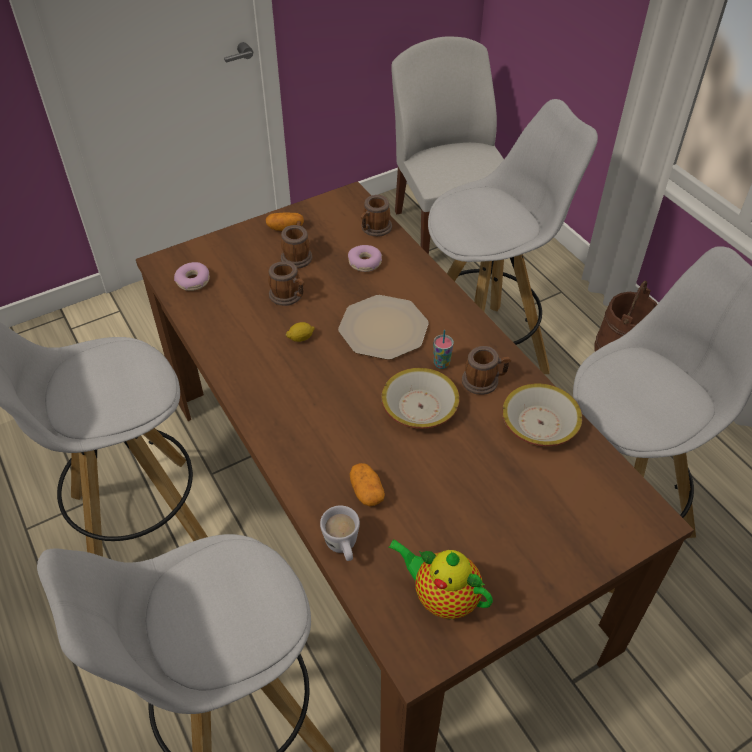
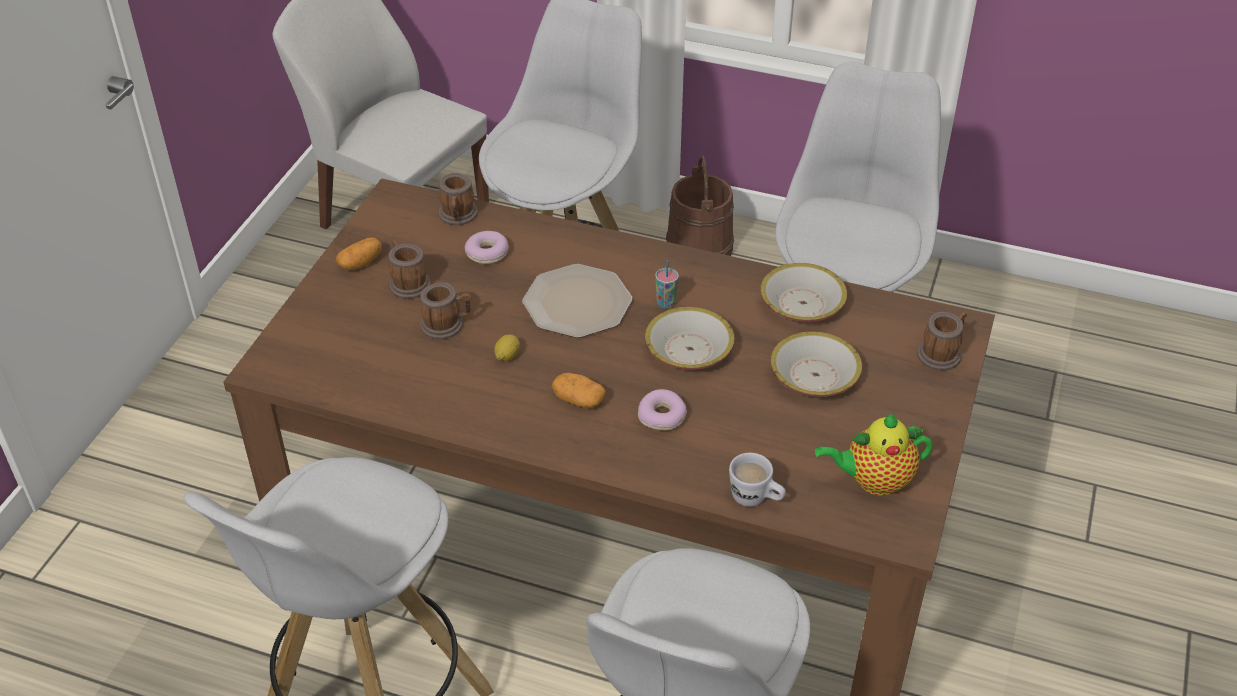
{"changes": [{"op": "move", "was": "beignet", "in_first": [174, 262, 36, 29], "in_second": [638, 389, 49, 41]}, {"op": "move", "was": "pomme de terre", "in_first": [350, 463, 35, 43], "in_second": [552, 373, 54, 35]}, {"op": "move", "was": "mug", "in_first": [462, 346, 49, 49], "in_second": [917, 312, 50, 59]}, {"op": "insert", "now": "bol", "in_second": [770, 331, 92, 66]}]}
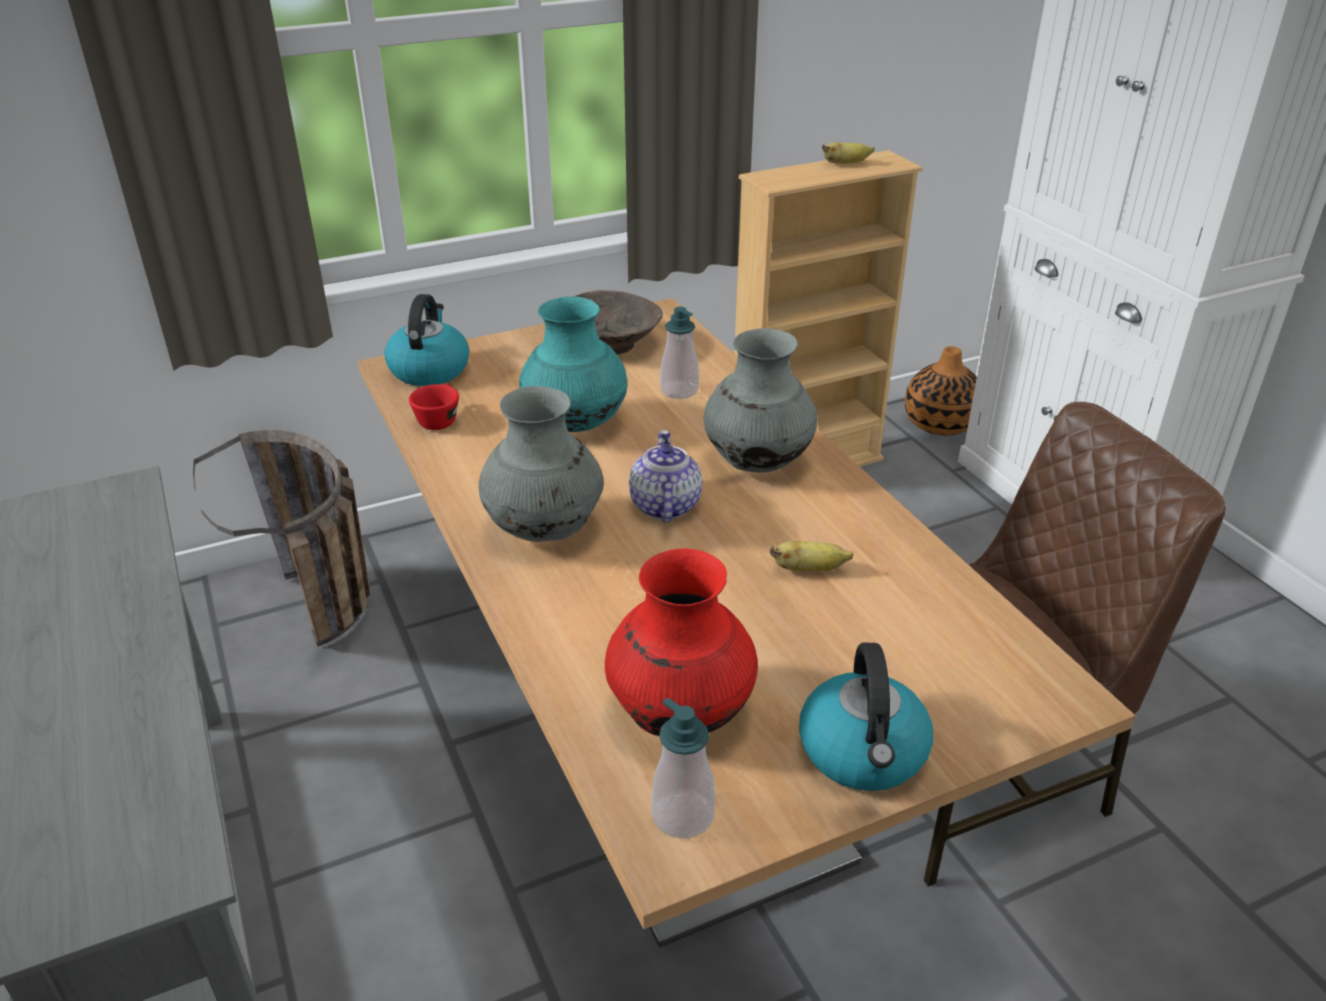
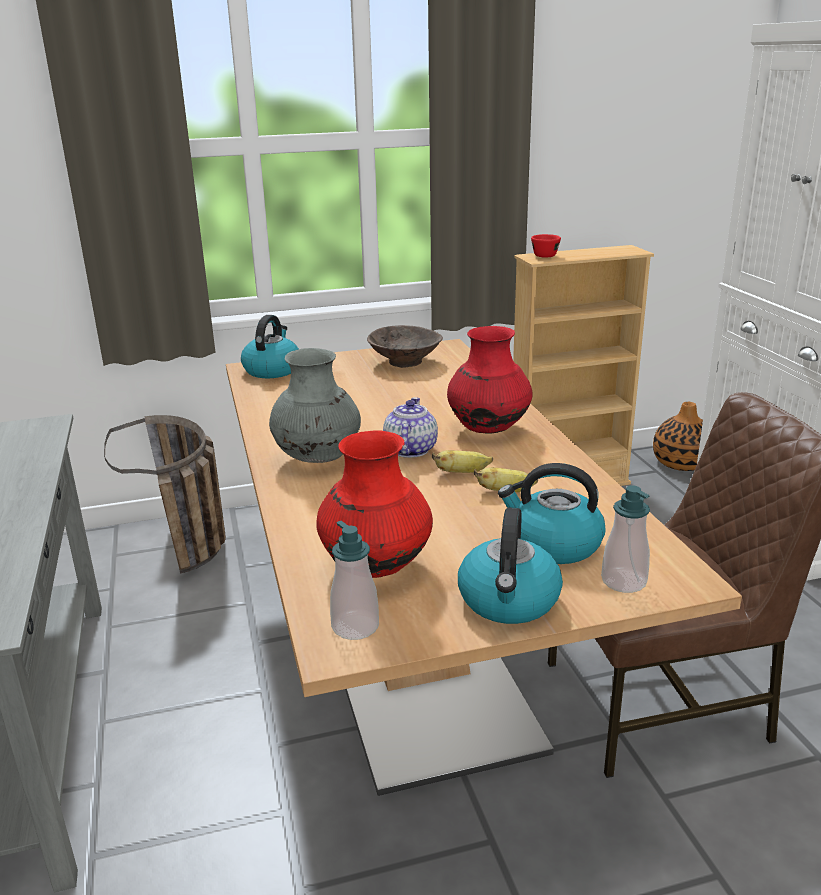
{"changes": [{"op": "move", "was": "tasse (rouge)", "in_first": [409, 384, 50, 46], "in_second": [531, 234, 30, 24]}, {"op": "delete", "was": "vase (turquoise)", "in_first": [519, 296, 108, 136]}, {"op": "move", "was": "distributeur de savon", "in_first": [660, 307, 39, 92], "in_second": [601, 485, 49, 108]}, {"op": "recolor", "was": "vase (gris)", "now": "vase (rouge)", "in_first": [704, 328, 113, 144], "in_second": [447, 326, 85, 107]}, {"op": "move", "was": "banane", "in_first": [822, 142, 53, 22], "in_second": [432, 450, 61, 23]}, {"op": "insert", "now": "bouilloire", "in_second": [498, 463, 107, 101]}]}
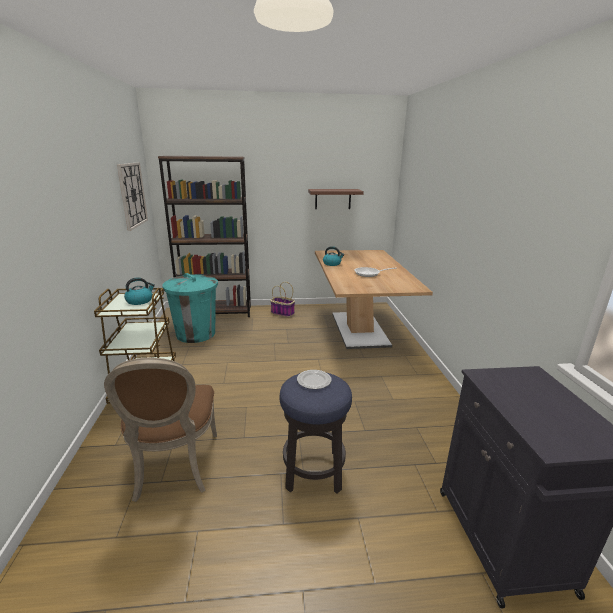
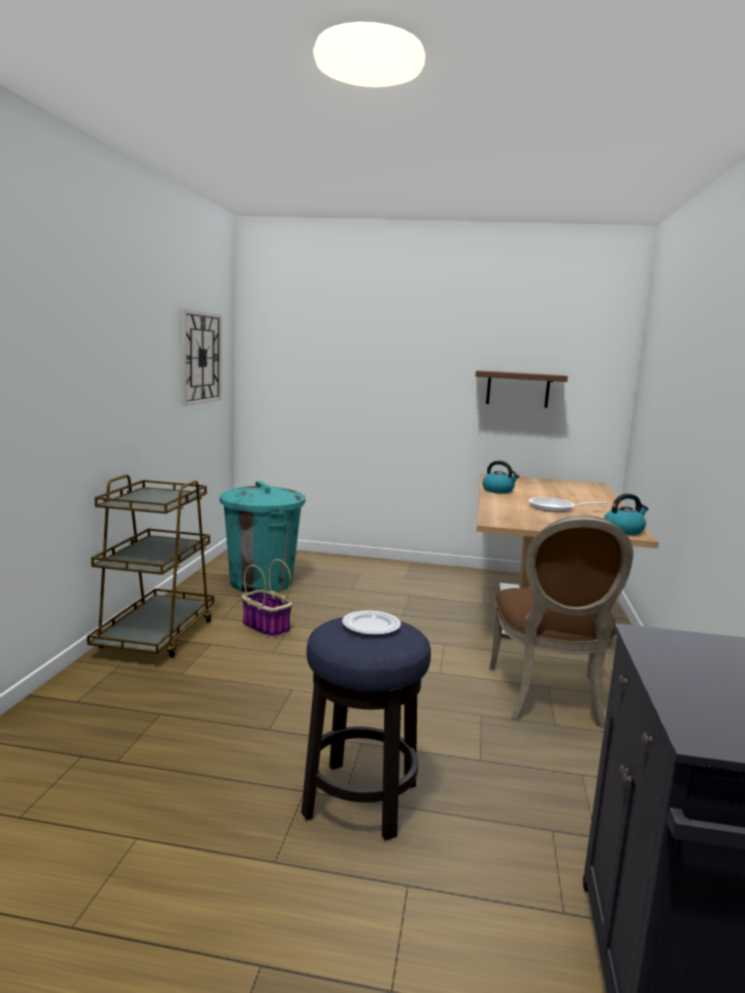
{"changes": [{"op": "move", "was": "chaise (marron)", "in_first": [104, 358, 113, 144], "in_second": [490, 515, 143, 213]}, {"op": "move", "was": "bouilloire", "in_first": [124, 277, 31, 28], "in_second": [604, 493, 44, 42]}, {"op": "delete", "was": "bibliothèque (marron)", "in_first": [158, 156, 93, 161]}, {"op": "move", "was": "panier", "in_first": [270, 282, 25, 35], "in_second": [242, 559, 50, 79]}]}
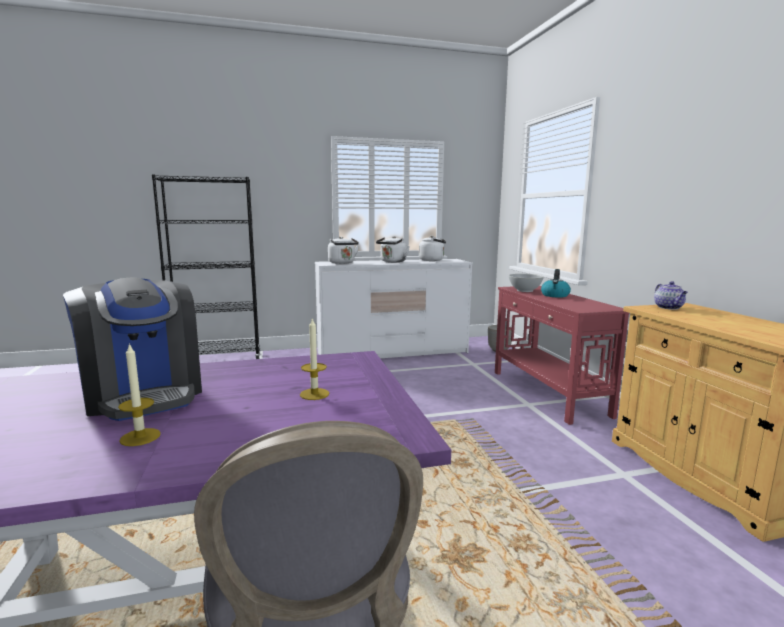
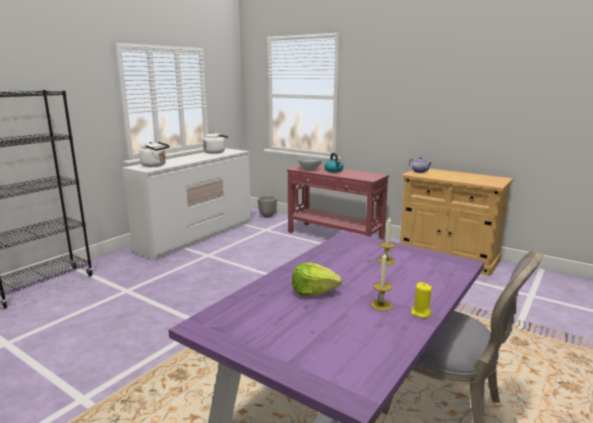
{"changes": [{"op": "replace", "was": "machine à café", "now": "laitue", "in_first": [63, 278, 139, 143], "in_second": [292, 262, 50, 34]}, {"op": "delete", "was": "bouilloire (blanc)", "in_first": [376, 236, 34, 26]}, {"op": "insert", "now": "bougie (jaune)", "in_second": [411, 282, 21, 36]}]}
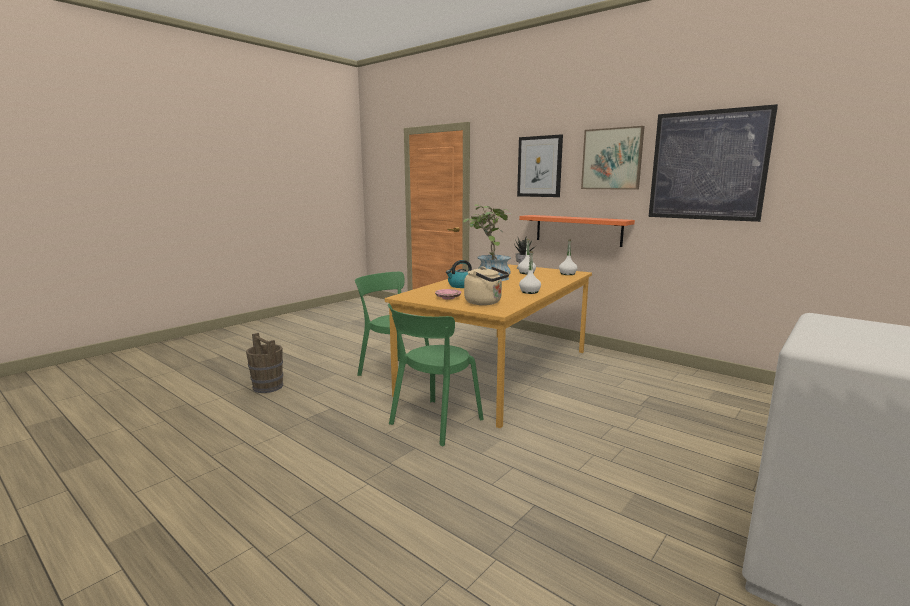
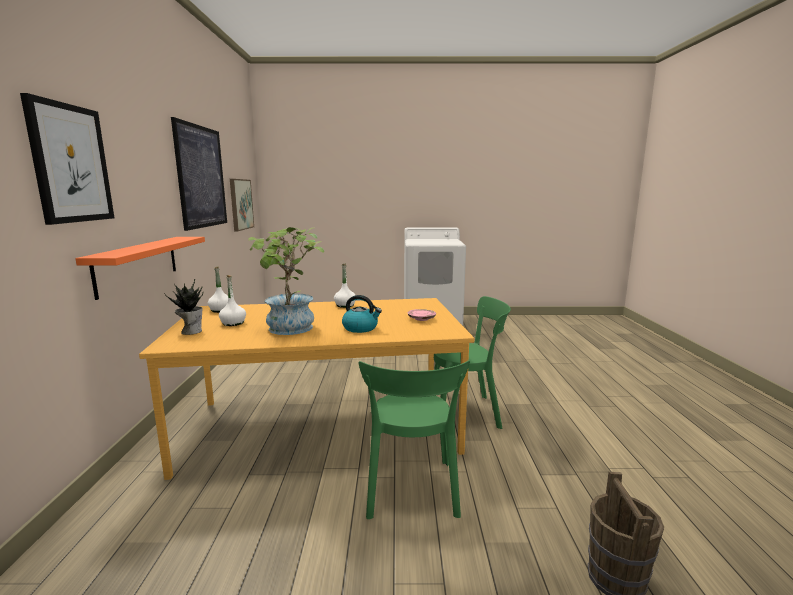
{"changes": [{"op": "delete", "was": "bouilloire (beige)", "in_first": [464, 267, 45, 38]}, {"op": "move", "was": "tableau", "in_first": [581, 126, 64, 64], "in_second": [230, 179, 24, 52]}]}
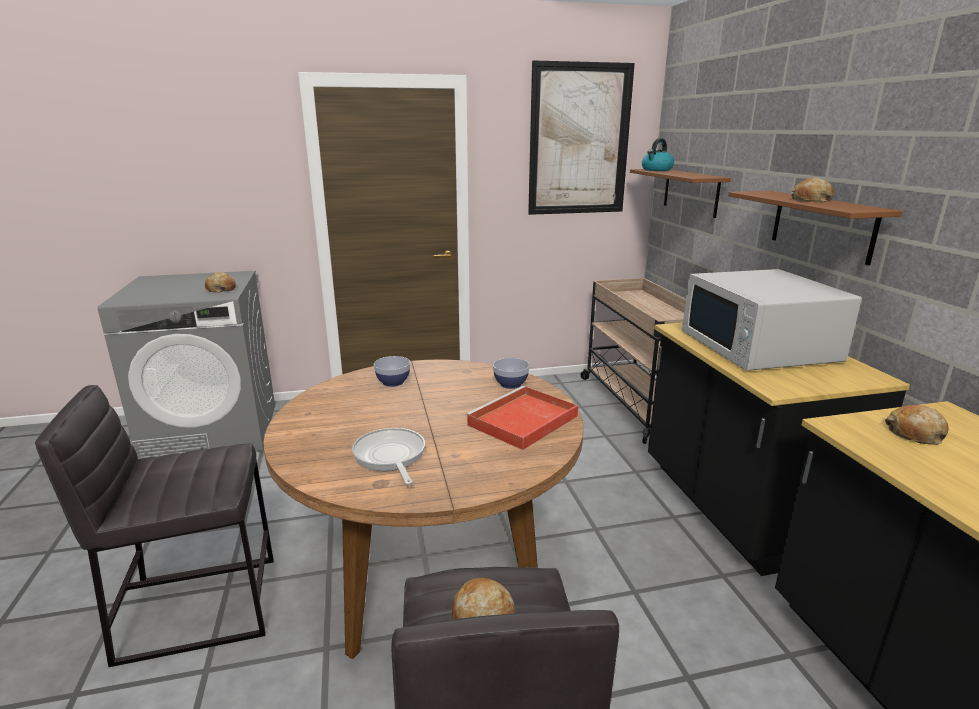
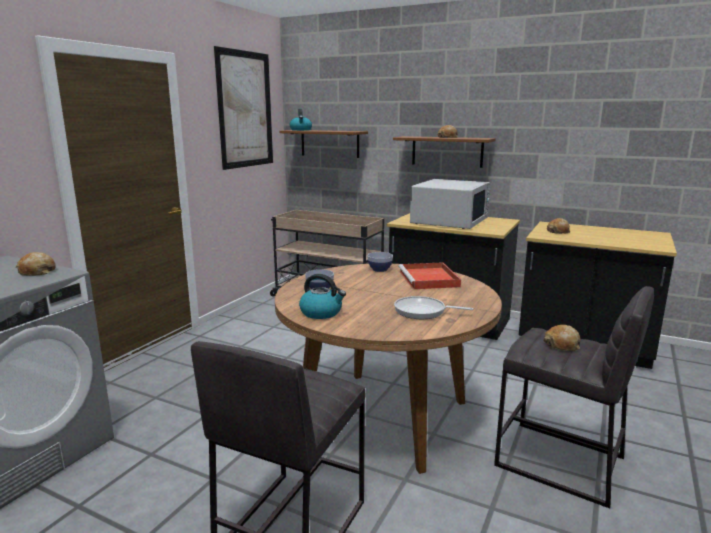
{"changes": [{"op": "rotate", "was": "micro-ondes (blanc)", "in_first": [682, 269, 180, 102], "in_second": [410, 179, 80, 50], "clockwise": -90}, {"op": "insert", "now": "bouilloire", "in_second": [299, 274, 47, 45]}]}
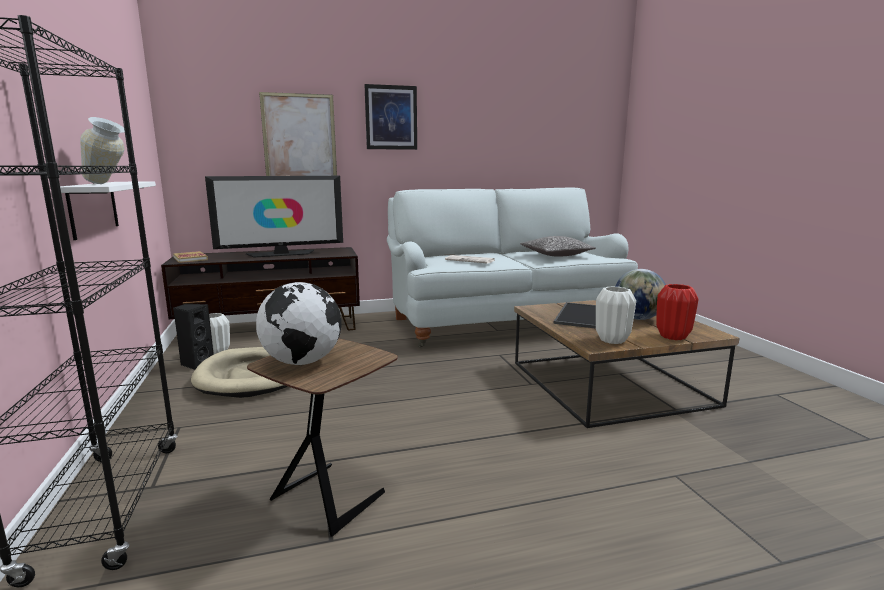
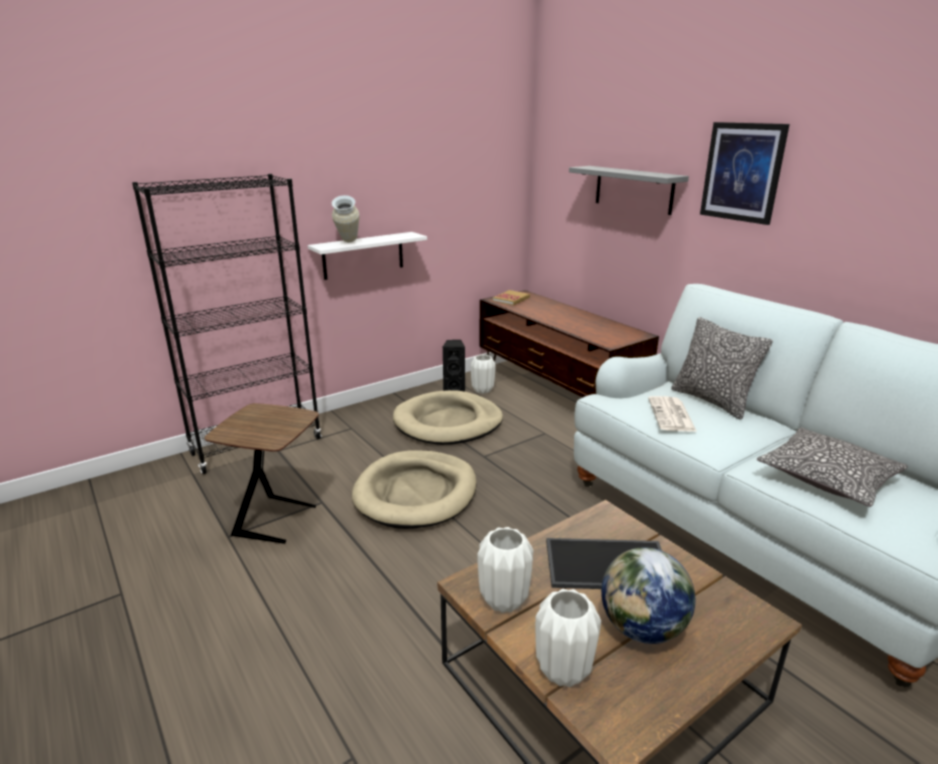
{"changes": [{"op": "delete", "was": "téléviseur", "in_first": [205, 176, 138, 81]}, {"op": "delete", "was": "globe", "in_first": [256, 282, 86, 83]}, {"op": "replace", "was": "tableau", "now": "étagère (gris)", "in_first": [259, 92, 78, 84], "in_second": [569, 166, 120, 49]}, {"op": "recolor", "was": "vase (rouge)", "now": "vase (blanc)", "in_first": [656, 284, 42, 56], "in_second": [535, 589, 66, 98]}, {"op": "insert", "now": "panier pour chien (beige)", "in_second": [352, 450, 125, 79]}, {"op": "insert", "now": "coussin", "in_second": [671, 317, 102, 103]}]}
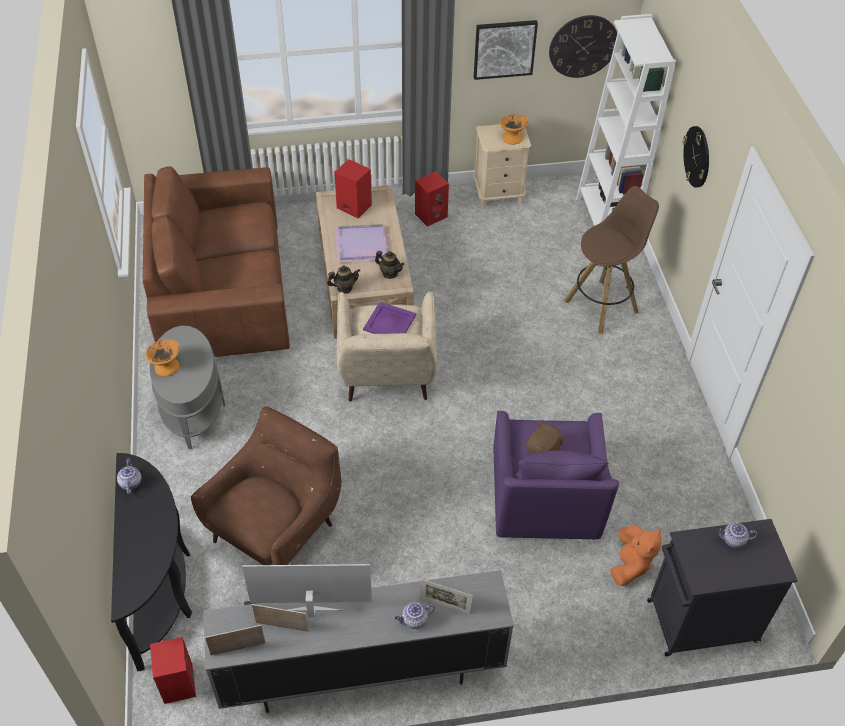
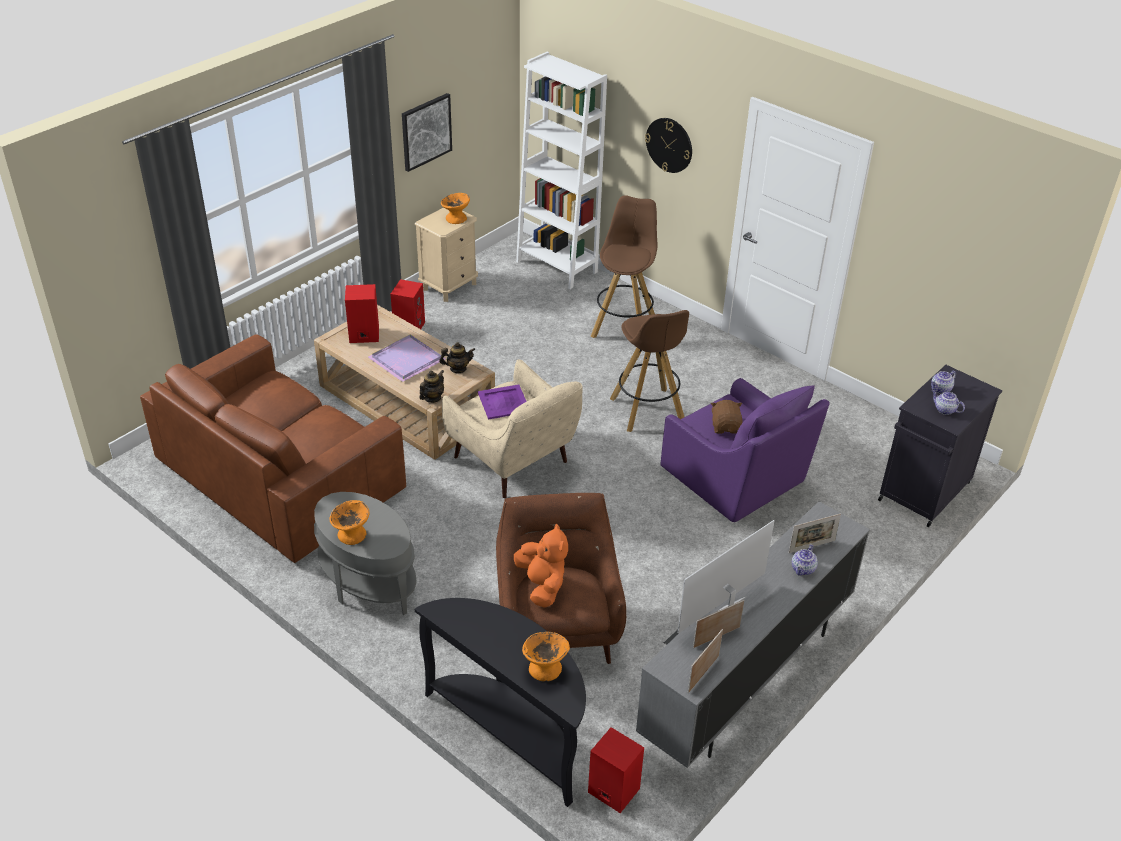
{"changes": [{"op": "move", "was": "théière", "in_first": [117, 458, 25, 36], "in_second": [932, 389, 33, 26]}, {"op": "delete", "was": "horloge murale", "in_first": [549, 15, 68, 63]}, {"op": "move", "was": "peluche (orange)", "in_first": [611, 525, 51, 61], "in_second": [514, 524, 54, 83]}, {"op": "insert", "now": "bol (orange)", "in_second": [522, 632, 48, 49]}, {"op": "insert", "now": "tabouret (marron)", "in_second": [610, 310, 79, 122]}]}
